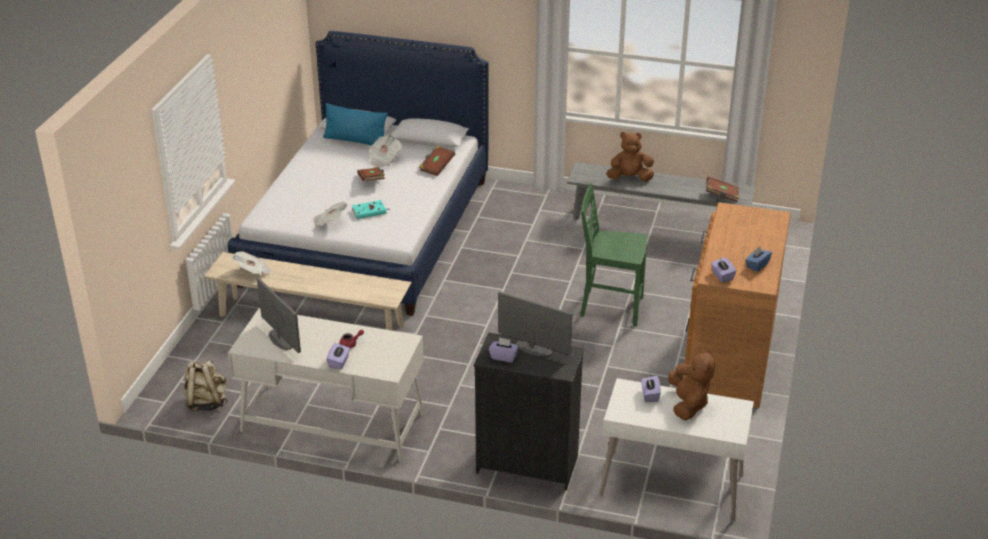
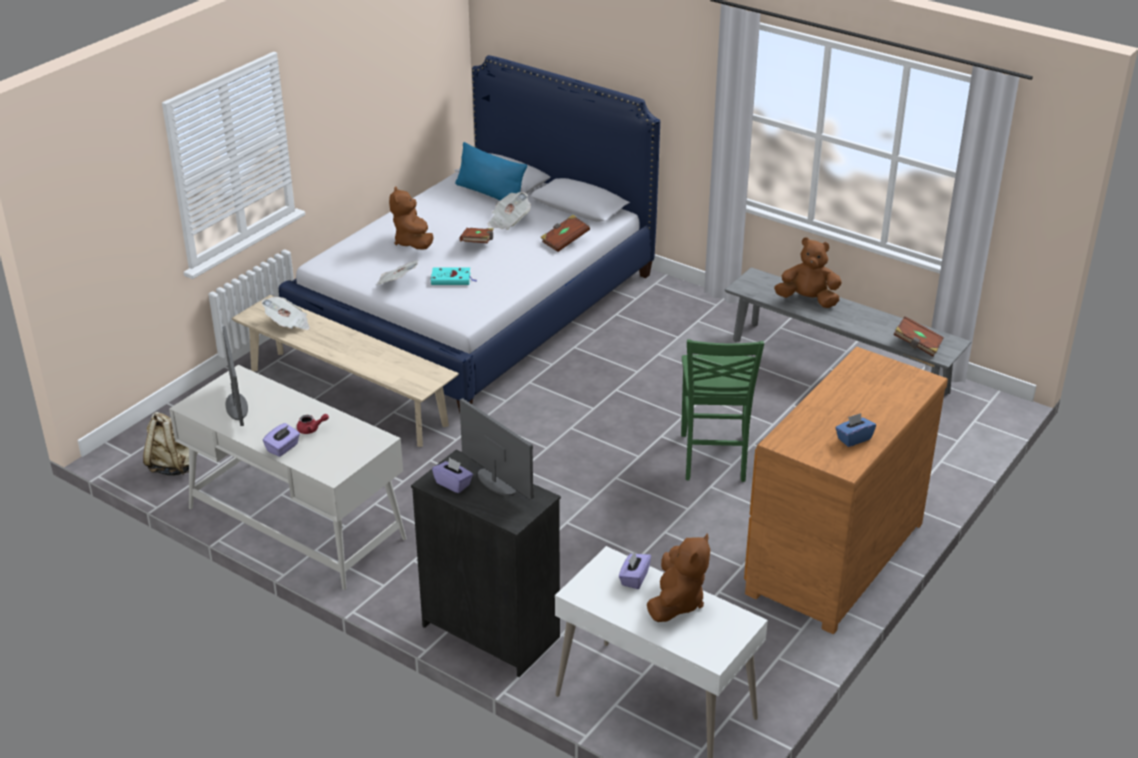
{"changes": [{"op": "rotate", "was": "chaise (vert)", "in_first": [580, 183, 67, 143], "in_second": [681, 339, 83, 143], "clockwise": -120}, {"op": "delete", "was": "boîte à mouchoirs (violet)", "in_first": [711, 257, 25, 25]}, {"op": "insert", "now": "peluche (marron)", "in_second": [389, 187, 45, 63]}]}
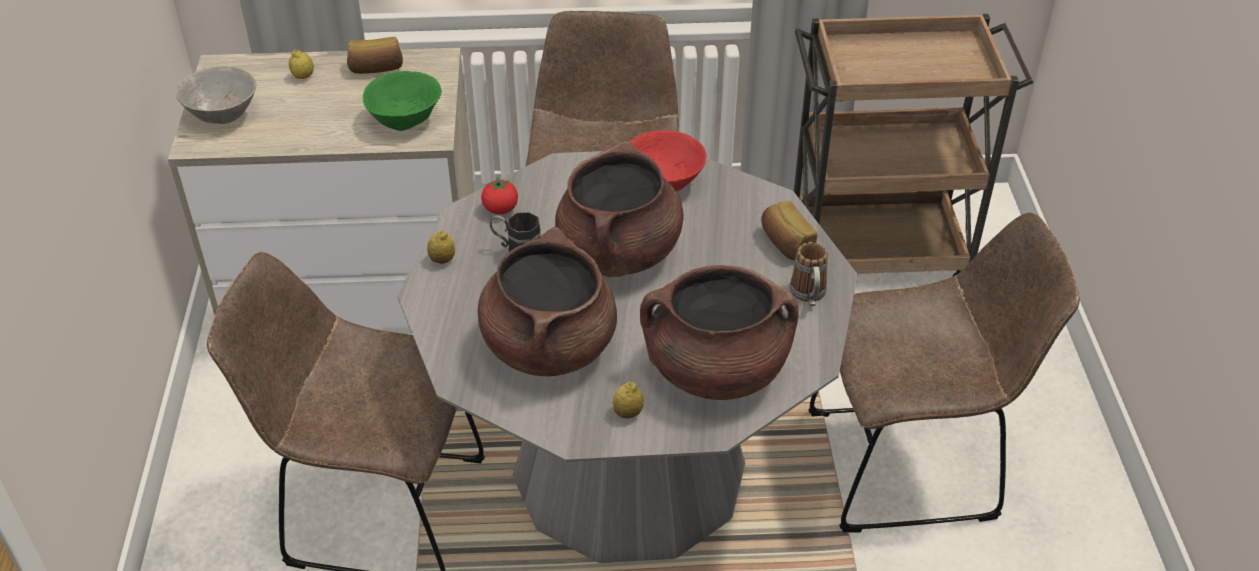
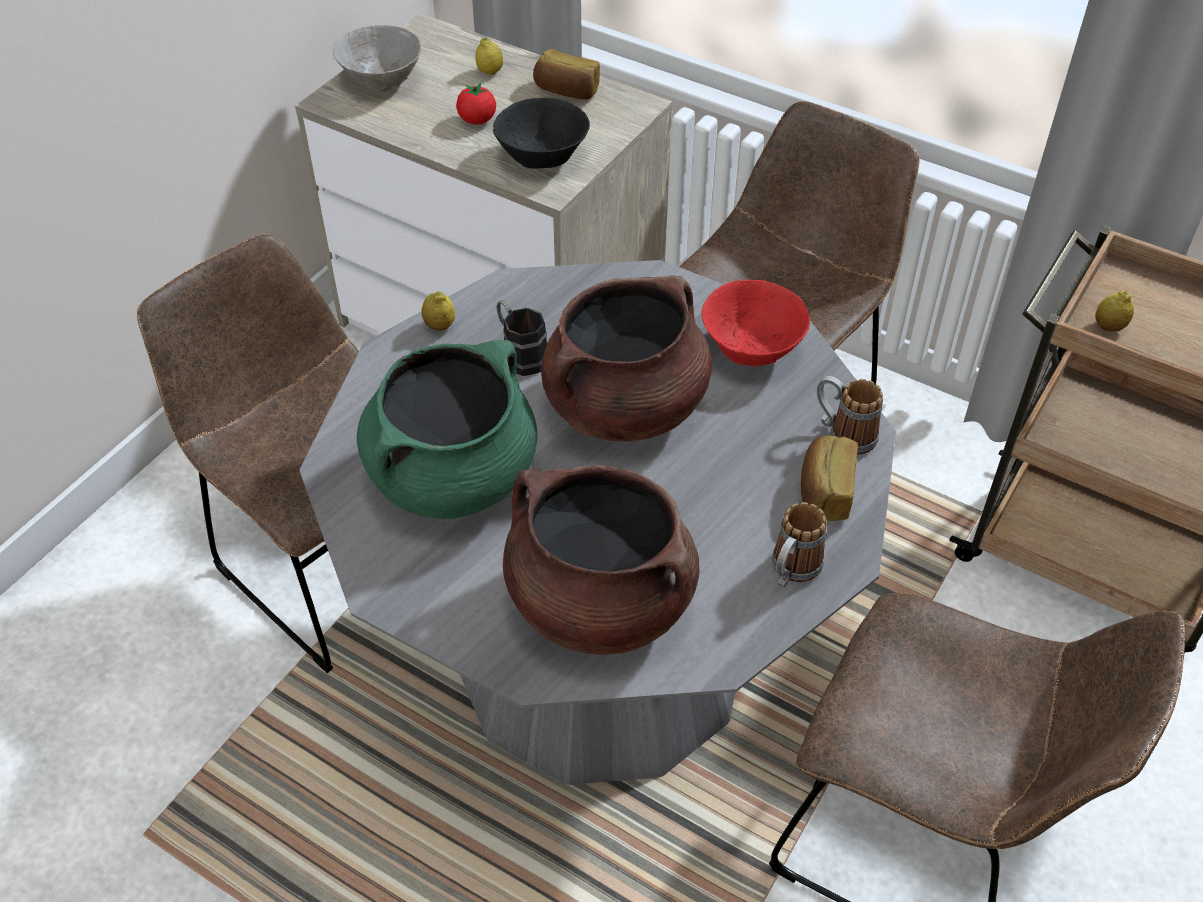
{"changes": [{"op": "recolor", "was": "bol (vert)", "now": "bol (noir)", "in_first": [363, 71, 79, 60], "in_second": [493, 98, 97, 71]}, {"op": "recolor", "was": "marmite (marron)", "now": "marmite (vert)", "in_first": [478, 227, 139, 149], "in_second": [357, 340, 180, 179]}, {"op": "move", "was": "tomate", "in_first": [481, 176, 37, 38], "in_second": [456, 83, 40, 42]}, {"op": "move", "was": "citron", "in_first": [613, 382, 31, 36], "in_second": [1095, 291, 39, 41]}, {"op": "insert", "now": "mug", "in_second": [817, 376, 66, 79]}]}
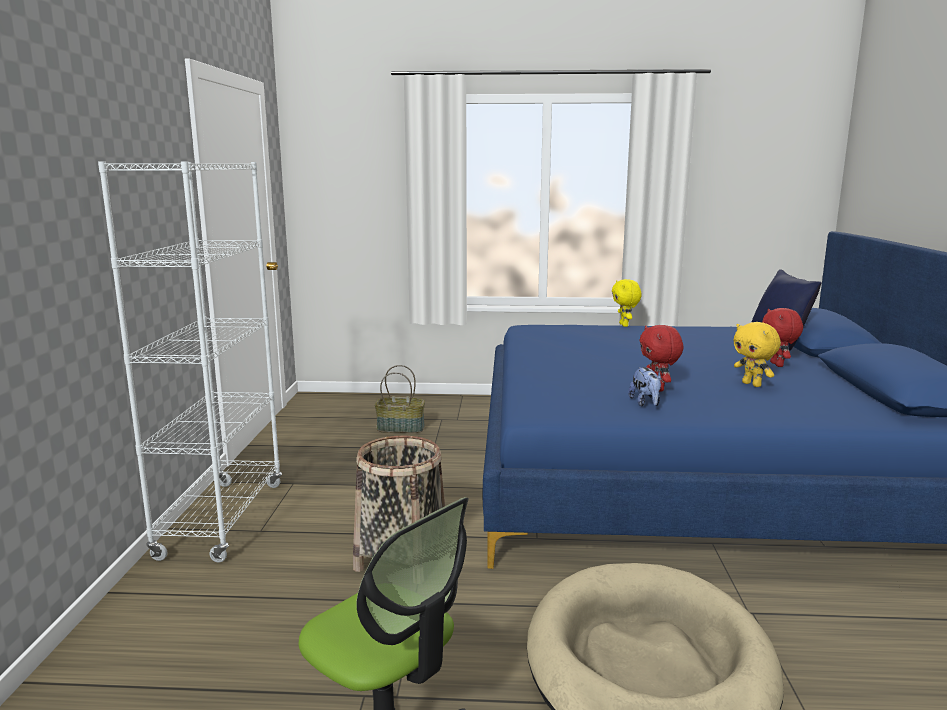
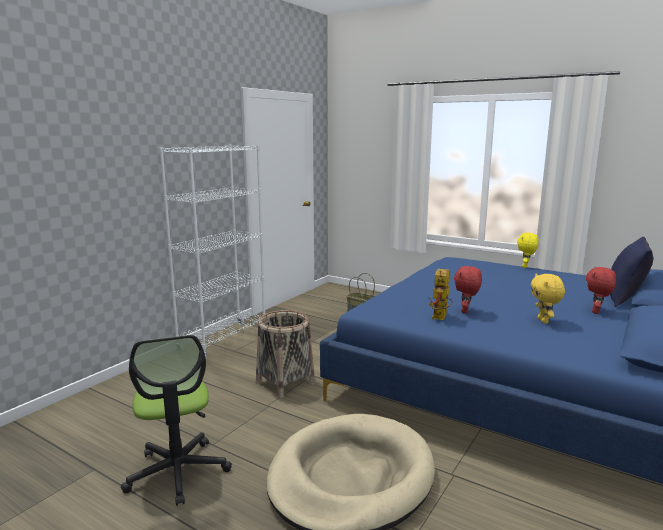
{"changes": [{"op": "replace", "was": "peluche", "now": "robot jouet", "in_first": [628, 367, 33, 39], "in_second": [428, 269, 25, 51]}]}
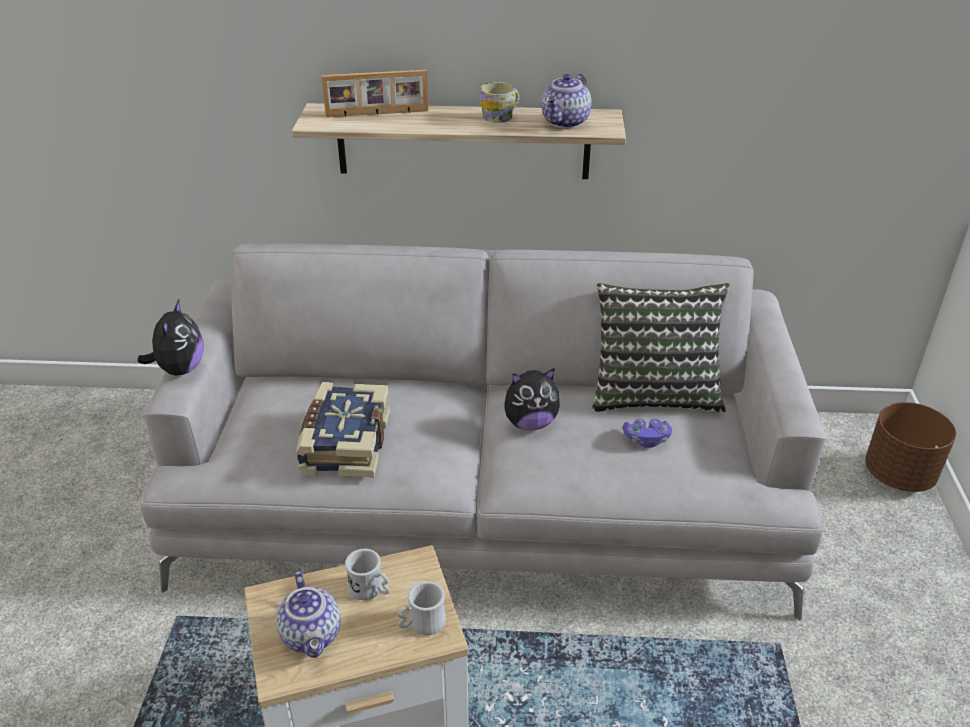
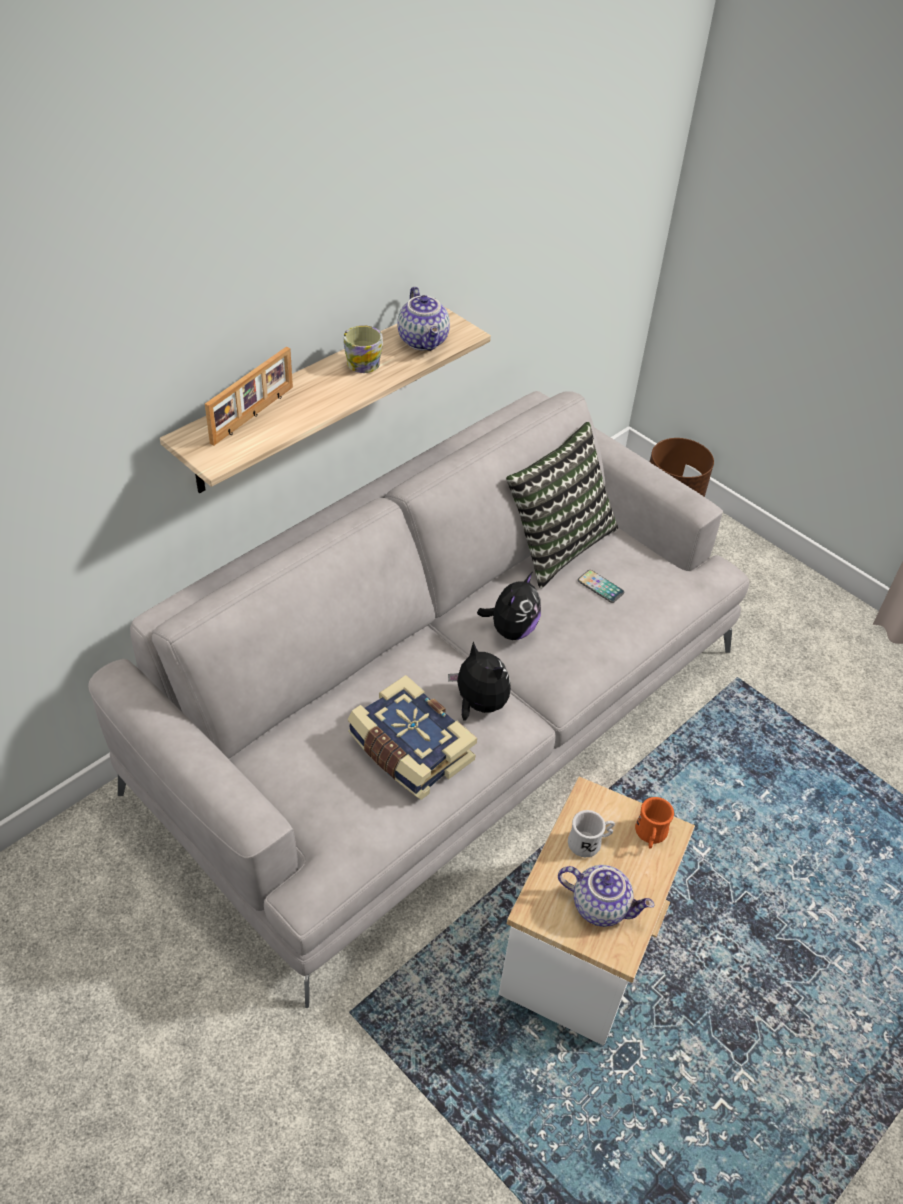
{"changes": [{"op": "move", "was": "peluche", "in_first": [138, 299, 66, 77], "in_second": [448, 641, 63, 80]}, {"op": "recolor", "was": "mug (blanc)", "now": "mug (orange)", "in_first": [398, 581, 48, 54], "in_second": [635, 797, 39, 51]}, {"op": "replace", "was": "manette (violet)", "now": "téléphone", "in_first": [623, 419, 49, 29], "in_second": [578, 570, 46, 33]}]}
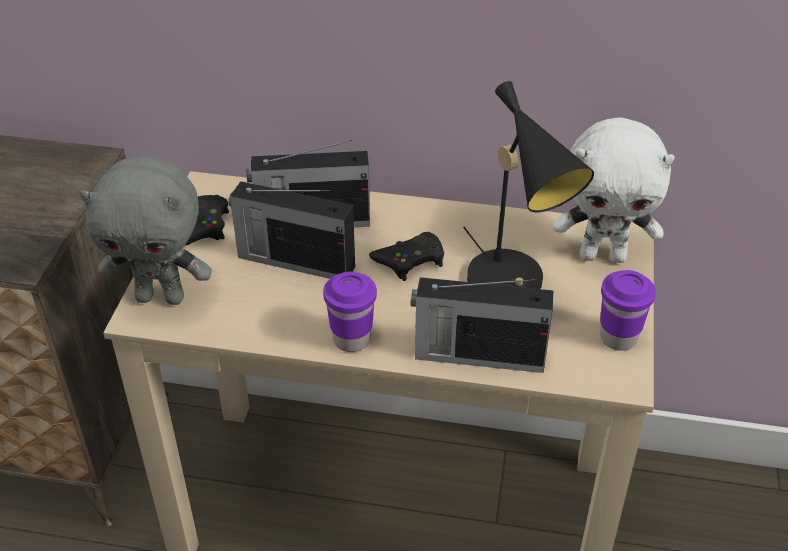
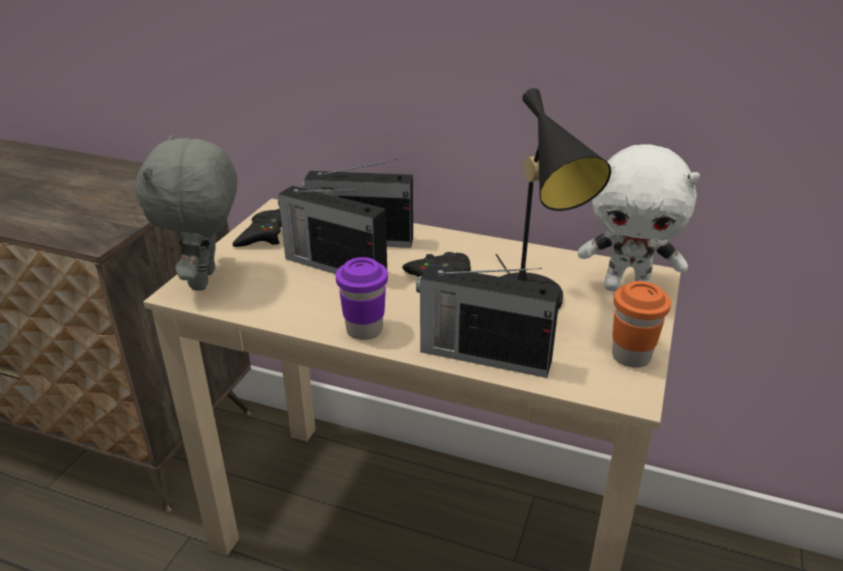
{"changes": [{"op": "rotate", "was": "peluche (gris)", "in_first": [79, 156, 133, 149], "in_second": [135, 135, 102, 155], "clockwise": 75}, {"op": "recolor", "was": "tasse (violet)", "now": "tasse (orange)", "in_first": [600, 270, 56, 81], "in_second": [612, 281, 59, 87]}]}
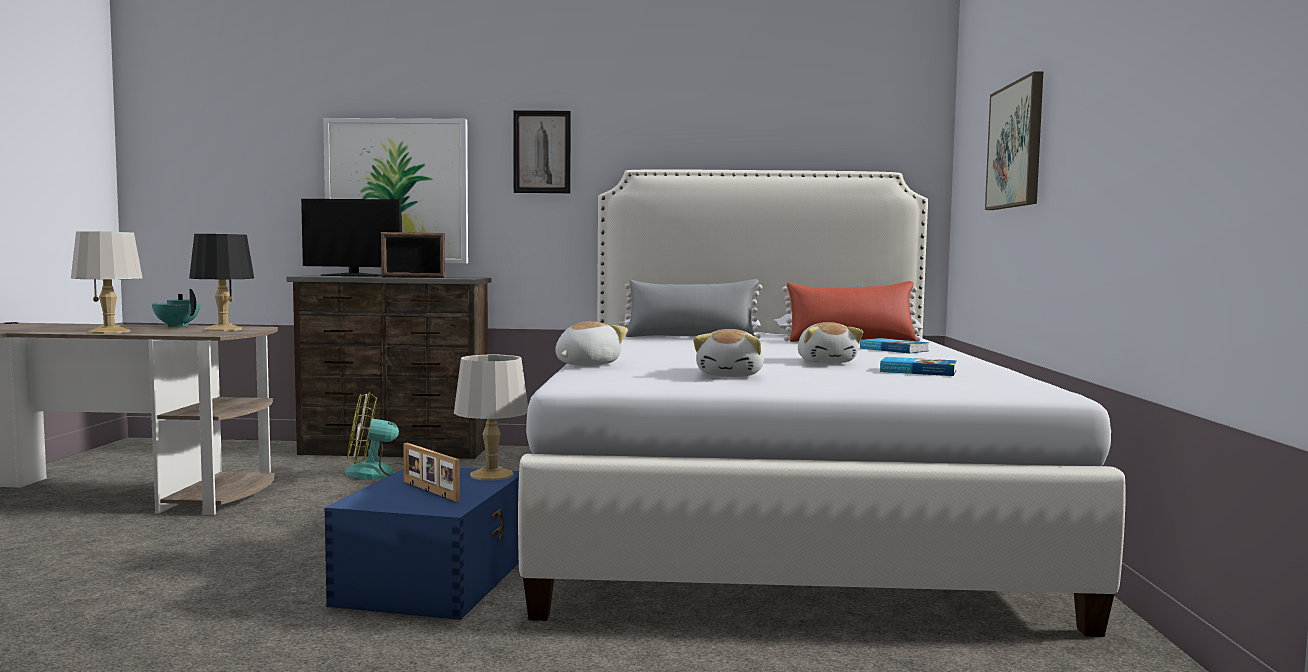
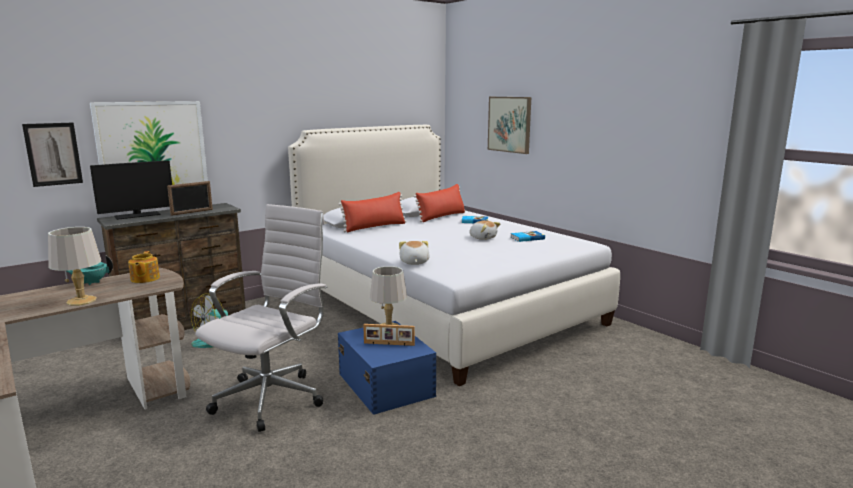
{"changes": [{"op": "replace", "was": "lampe de table (noir)", "now": "théière", "in_first": [189, 234, 65, 97], "in_second": [128, 251, 32, 32]}, {"op": "move", "was": "tableau", "in_first": [514, 110, 57, 83], "in_second": [22, 123, 61, 64]}, {"op": "recolor", "was": "coussin (gris)", "now": "coussin (rouge)", "in_first": [624, 279, 138, 60], "in_second": [338, 192, 69, 40]}, {"op": "delete", "was": "peluche", "in_first": [693, 329, 71, 48]}, {"op": "insert", "now": "chaise de bureau (blanc)", "in_second": [195, 204, 132, 228]}]}
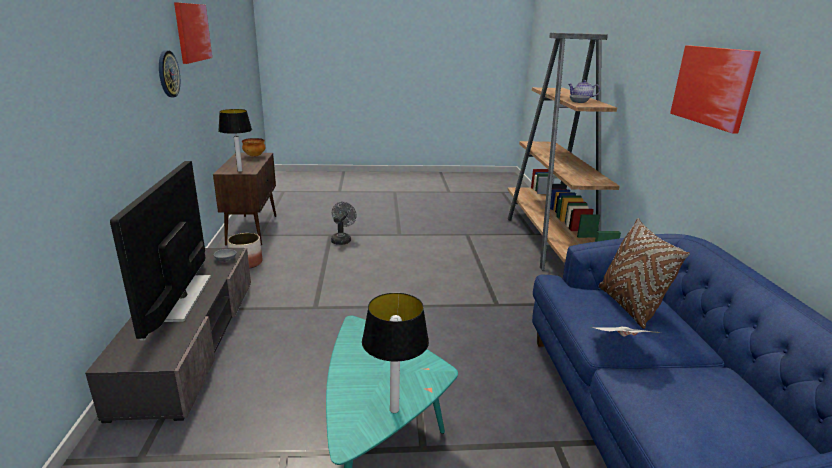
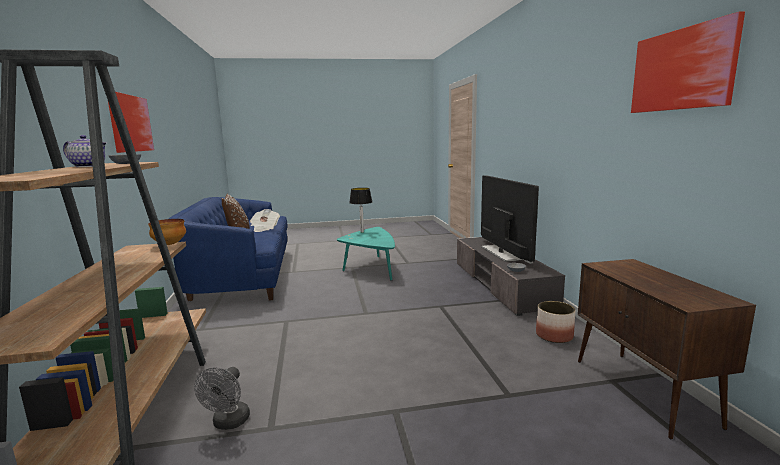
{"changes": [{"op": "delete", "was": "horloge murale", "in_first": [159, 50, 21, 47]}, {"op": "delete", "was": "lampe de table", "in_first": [218, 109, 34, 63]}, {"op": "move", "was": "bol", "in_first": [242, 138, 24, 19], "in_second": [148, 219, 38, 26]}, {"op": "move", "was": "ventilateur (gris)", "in_first": [331, 202, 26, 43], "in_second": [194, 367, 56, 63]}]}
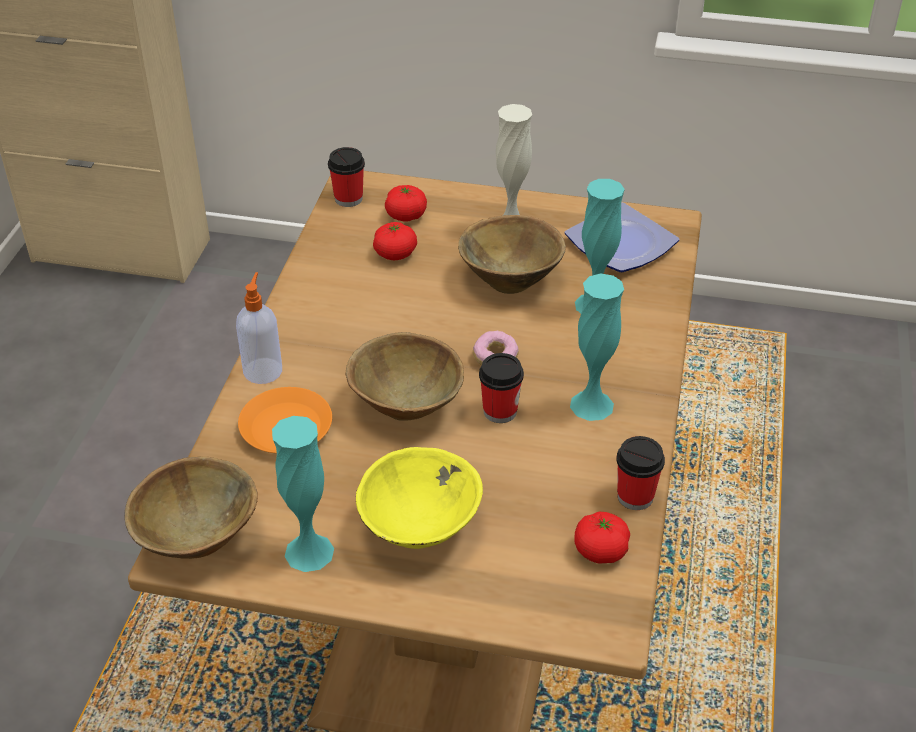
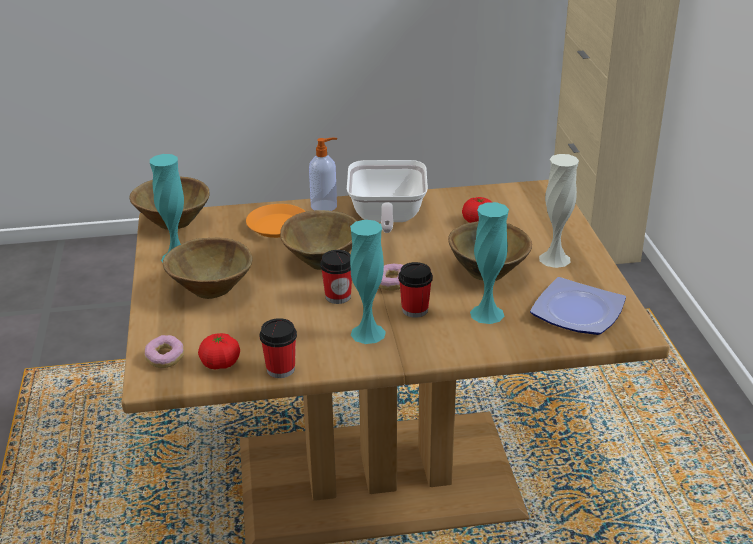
{"changes": [{"op": "move", "was": "tasse", "in_first": [328, 147, 37, 60], "in_second": [398, 262, 35, 56]}, {"op": "recolor", "was": "bol (jaune)", "now": "bol (marron)", "in_first": [356, 447, 127, 102], "in_second": [163, 238, 90, 61]}, {"op": "delete", "was": "tomate", "in_first": [385, 185, 42, 37]}, {"op": "insert", "now": "beignet", "in_second": [144, 335, 40, 33]}, {"op": "insert", "now": "poêle", "in_second": [347, 160, 81, 73]}]}
